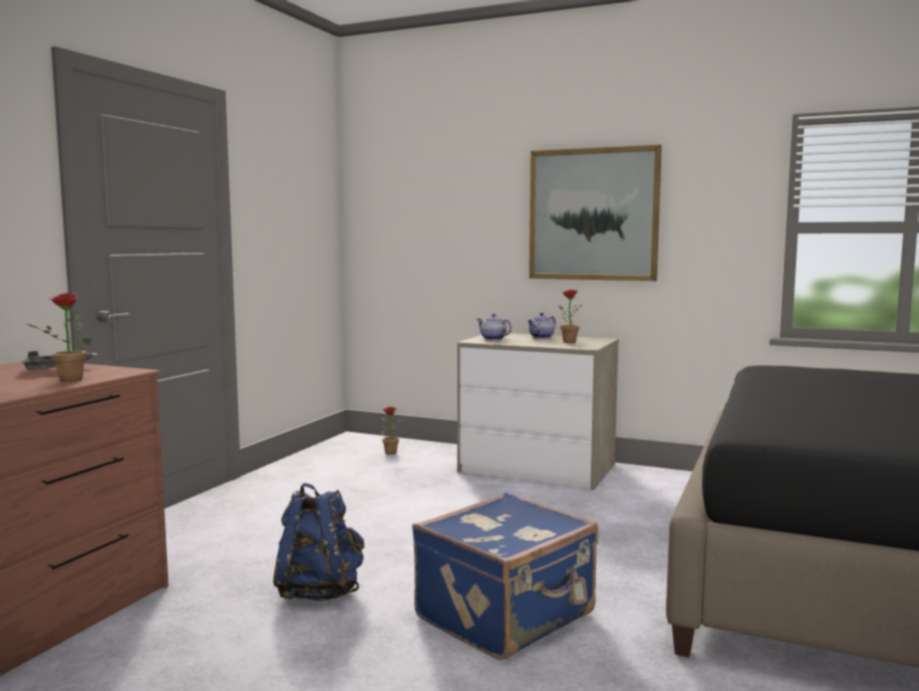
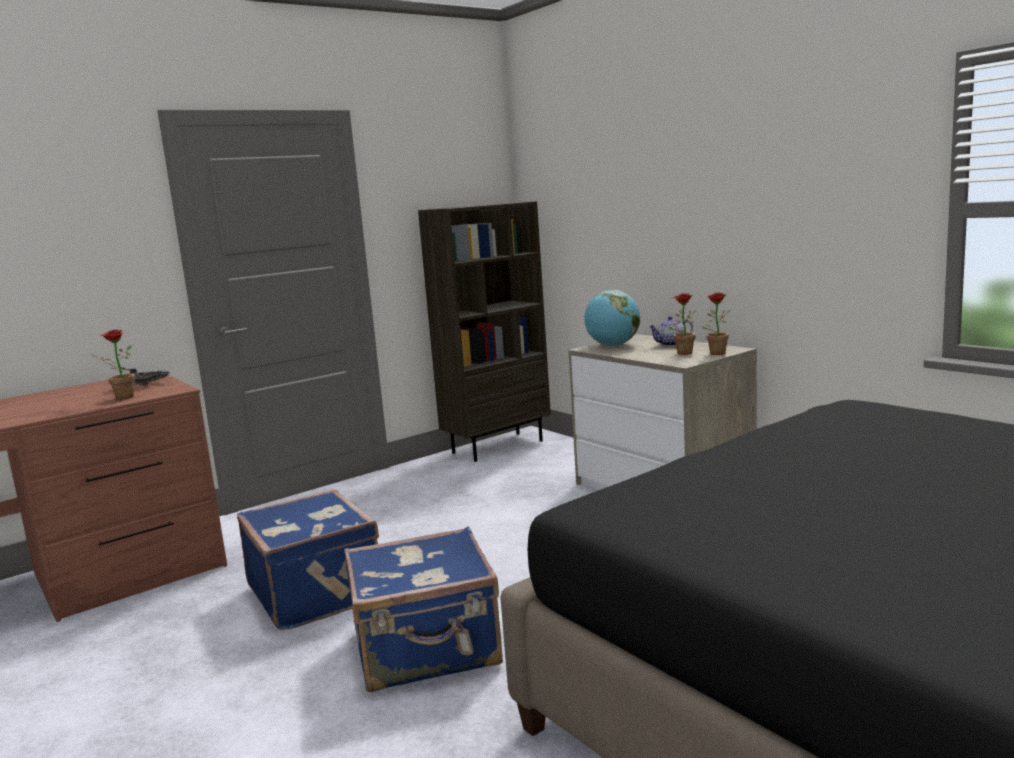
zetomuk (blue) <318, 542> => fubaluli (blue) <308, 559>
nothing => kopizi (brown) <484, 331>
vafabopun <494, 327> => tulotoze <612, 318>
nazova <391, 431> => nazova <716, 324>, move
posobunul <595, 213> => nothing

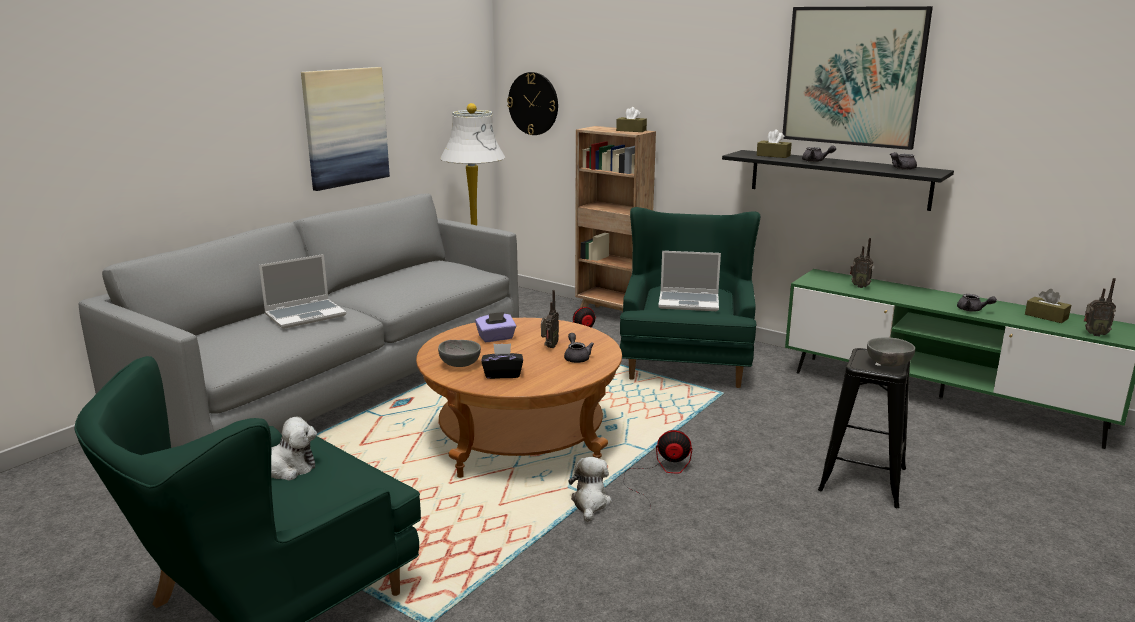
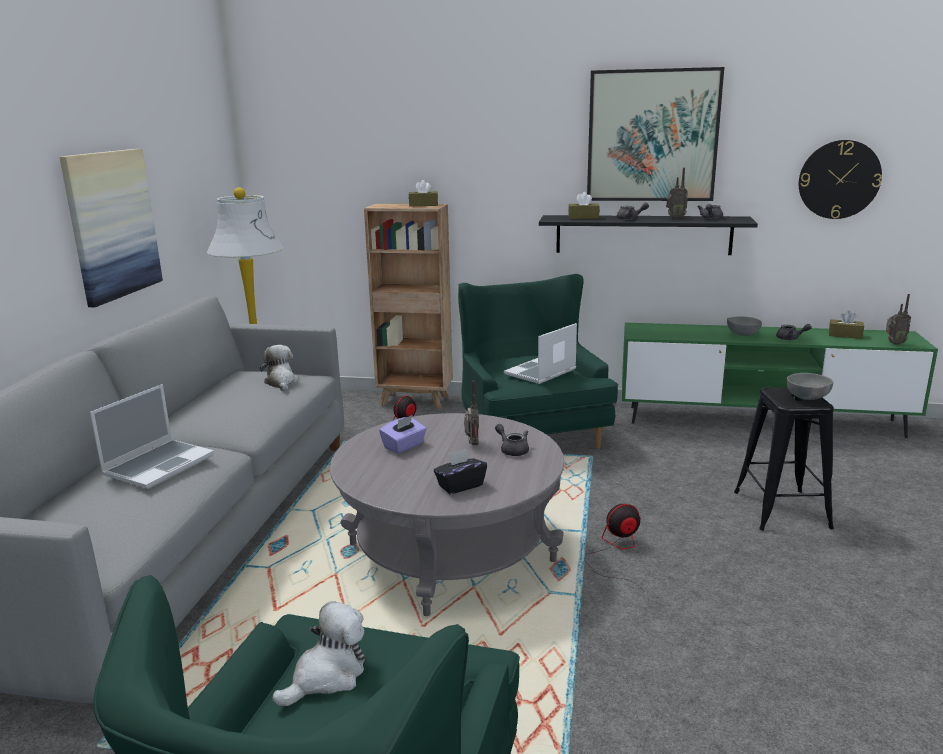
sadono <590, 489> => sadono <279, 368>, move
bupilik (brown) <519, 398> => bupilik (grey) <447, 514>
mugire <689, 281> => mugire <540, 353>, 150 degrees clockwise
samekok <861, 263> => samekok <677, 193>, move
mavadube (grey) <459, 353> => mavadube (grey) <744, 326>, move
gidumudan <532, 103> => gidumudan <840, 179>, move

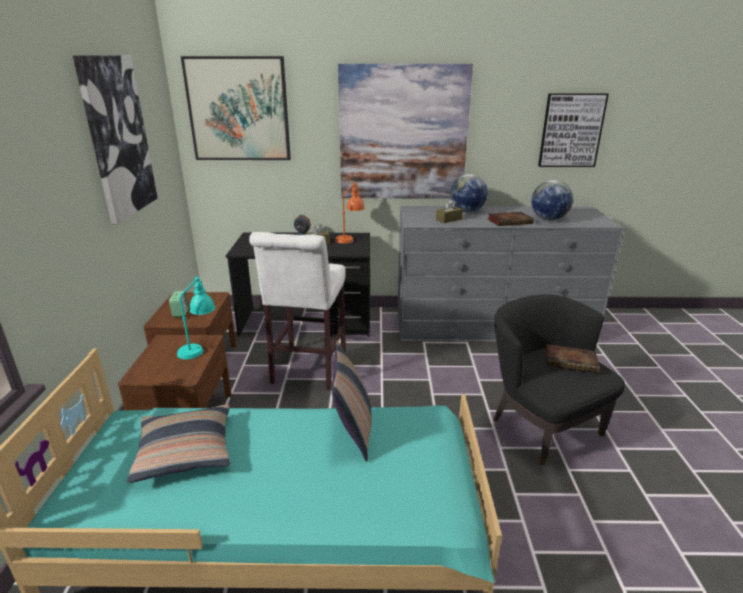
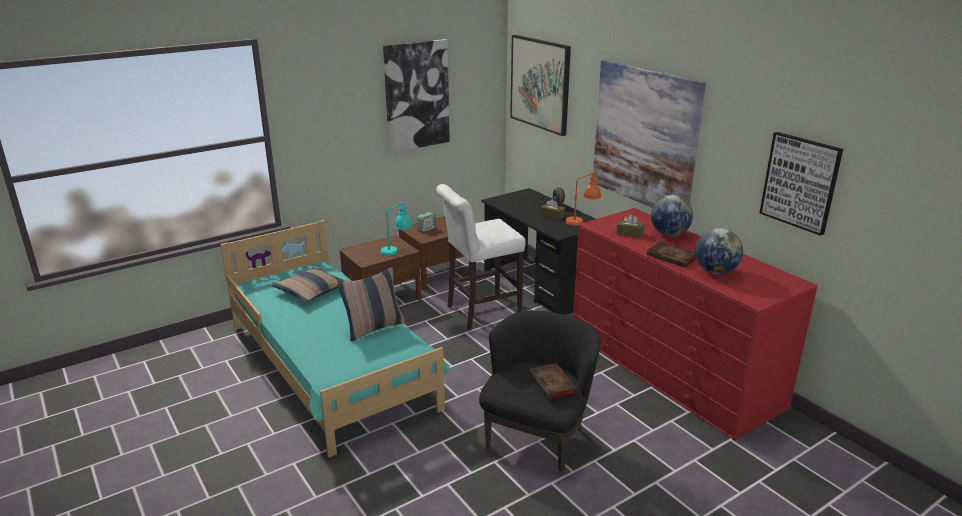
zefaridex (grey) <511, 274> => zefaridex (red) <695, 324>

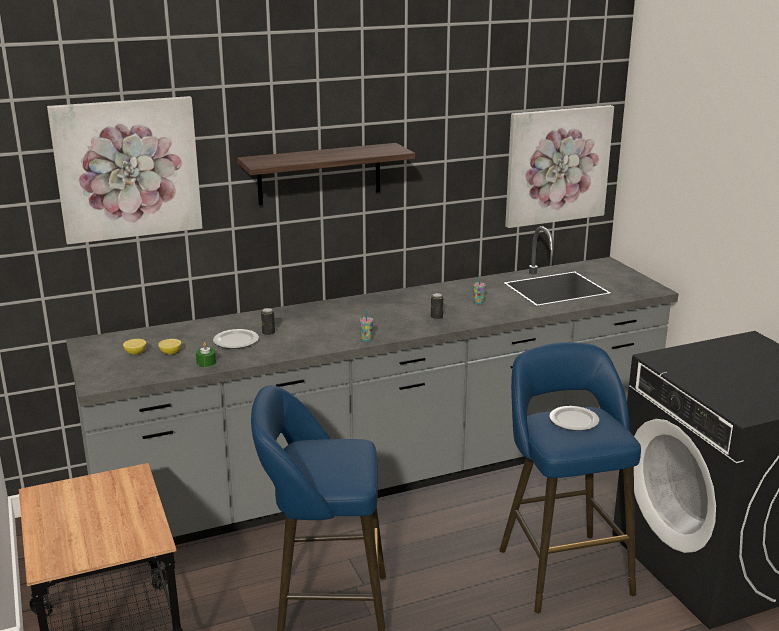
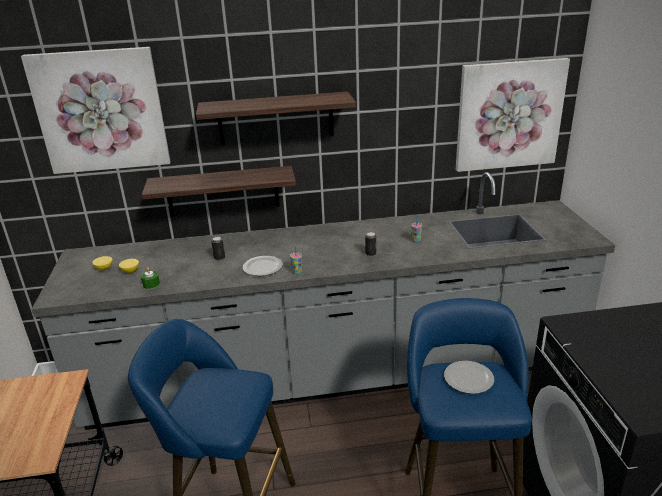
nothing => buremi <219, 191>
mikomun <236, 339> => mikomun <263, 266>, move

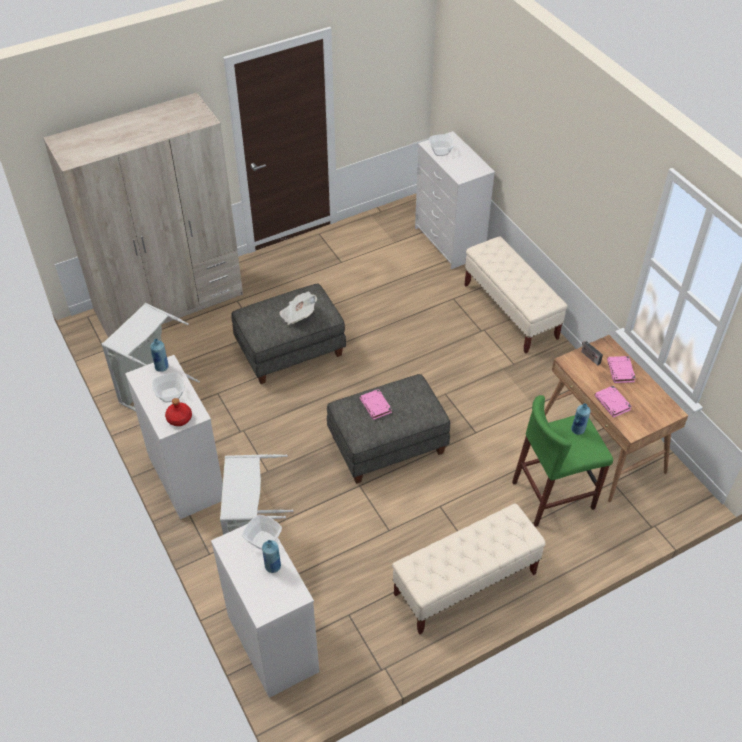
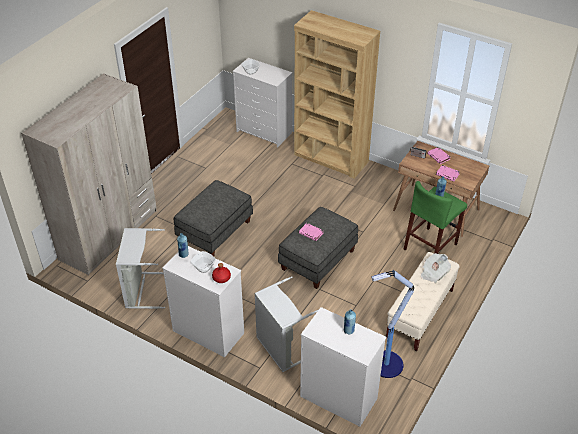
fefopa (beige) <516, 295> => kopizi (brown) <337, 94>
nothing => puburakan <393, 324>
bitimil <298, 308> => bitimil <435, 268>, move
mavadube <262, 532> => nothing

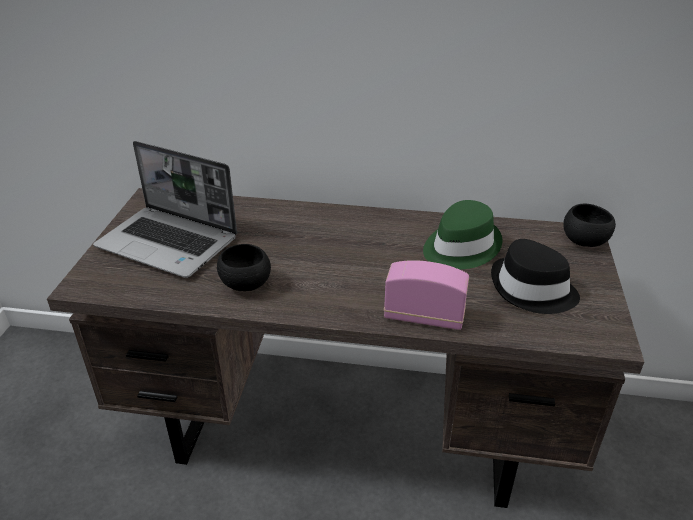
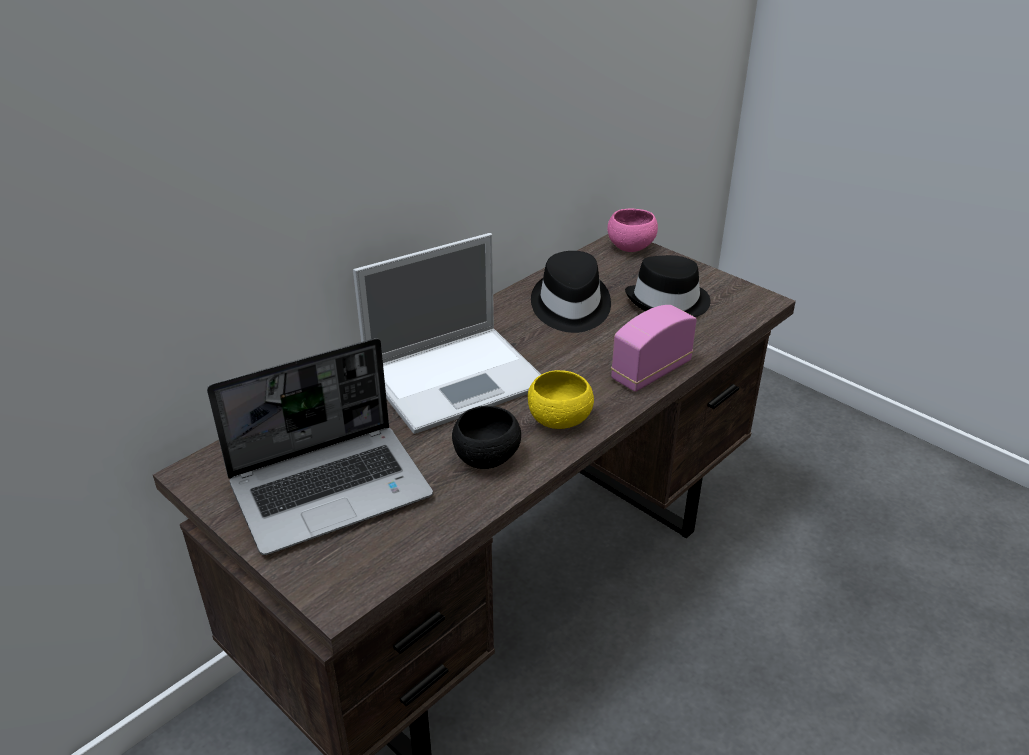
nothing => mugire <447, 333>
nothing => mavadube (yellow) <561, 399>
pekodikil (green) <463, 234> => pekodikil (black) <571, 292>
mavadube (black) <589, 225> => mavadube (pink) <632, 230>

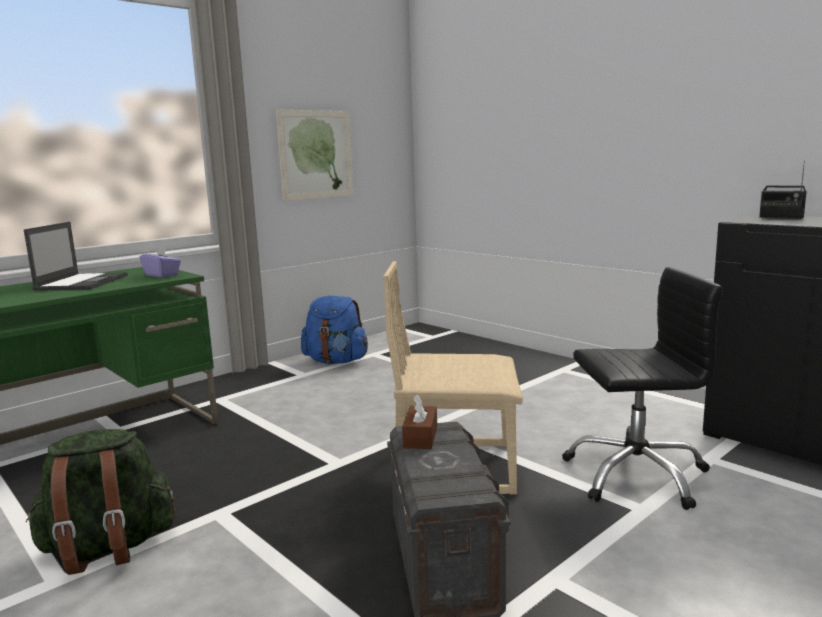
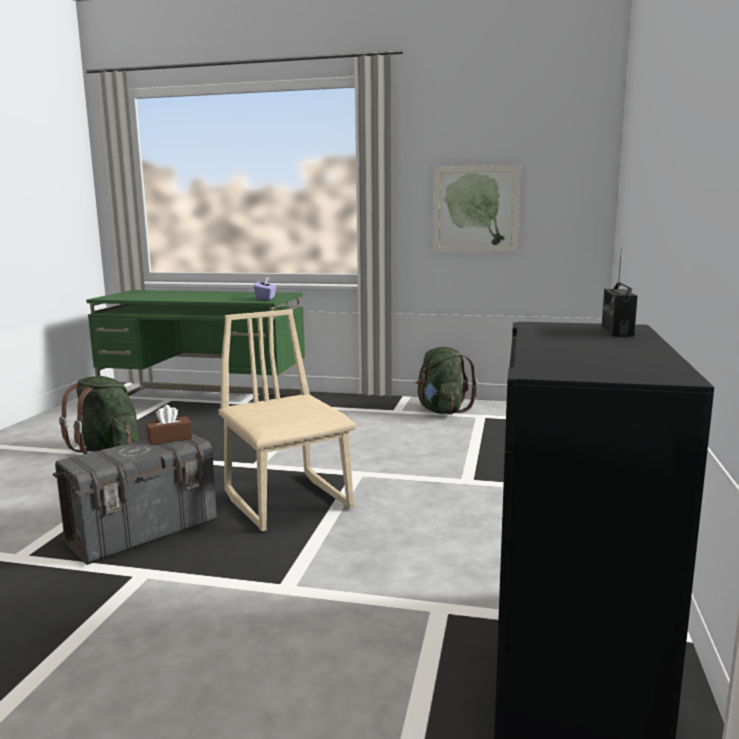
zetomuk (blue) <334, 330> => zetomuk (green) <446, 380>
mugire <76, 256> => nothing
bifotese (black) <642, 388> => nothing

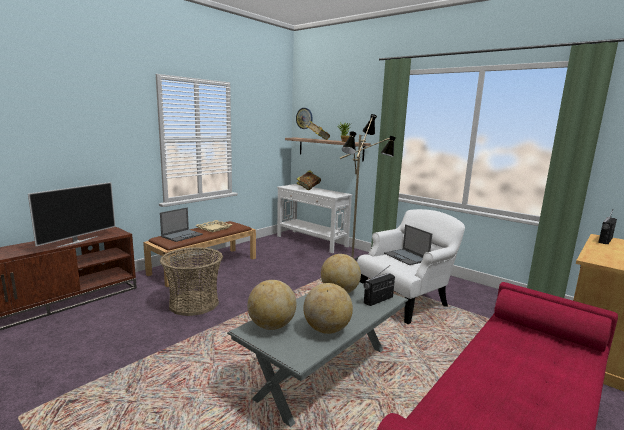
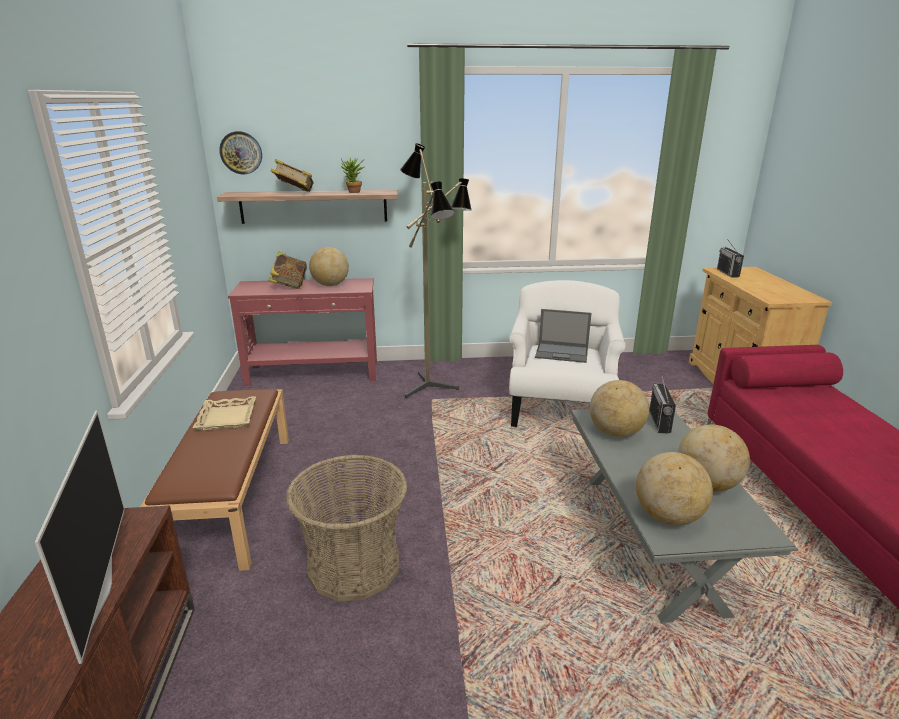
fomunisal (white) <315, 218> => fomunisal (red) <302, 332>
nothing => tulotoze <329, 266>
mugire <181, 224> => nothing

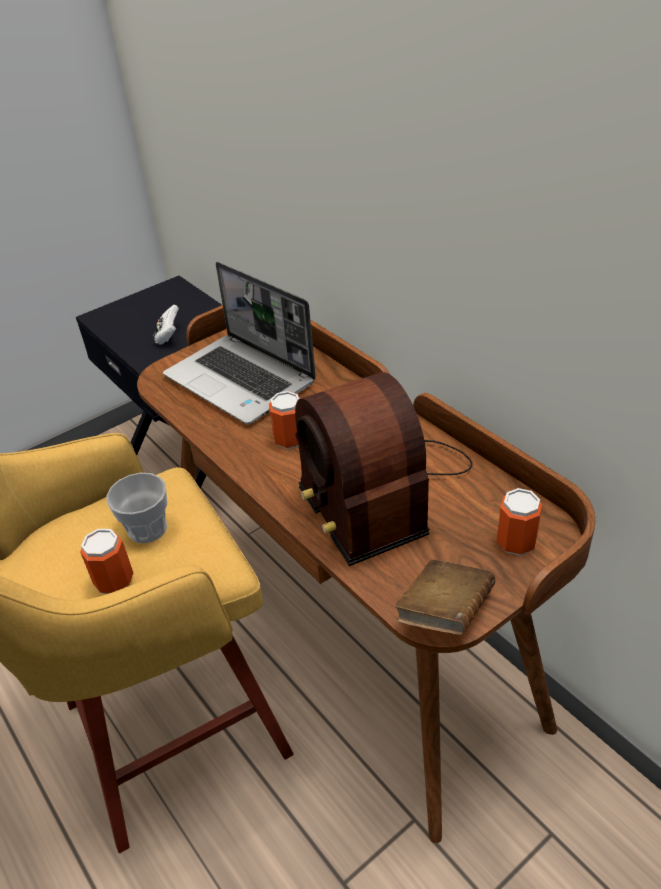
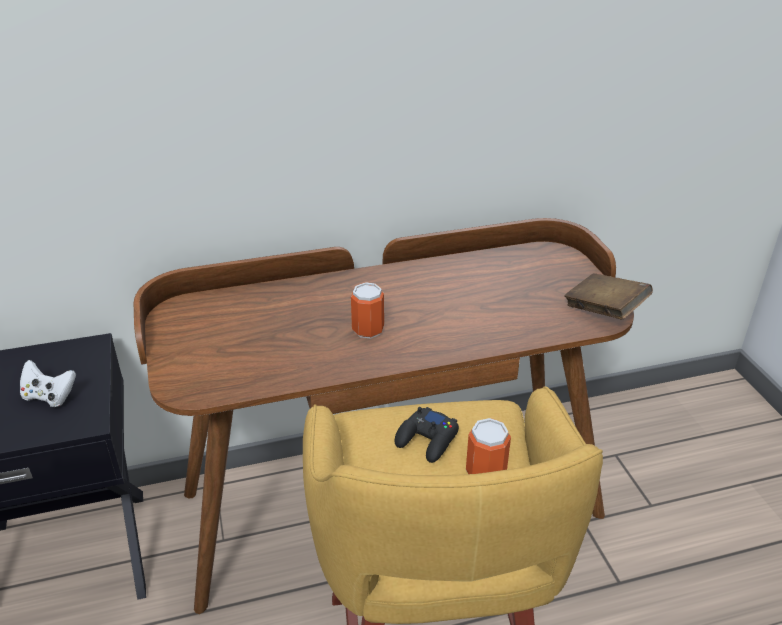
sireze <137, 508> => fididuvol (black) <427, 435>
mugire <239, 343> => nothing
samekok <384, 469> => nothing
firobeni <519, 522> => nothing

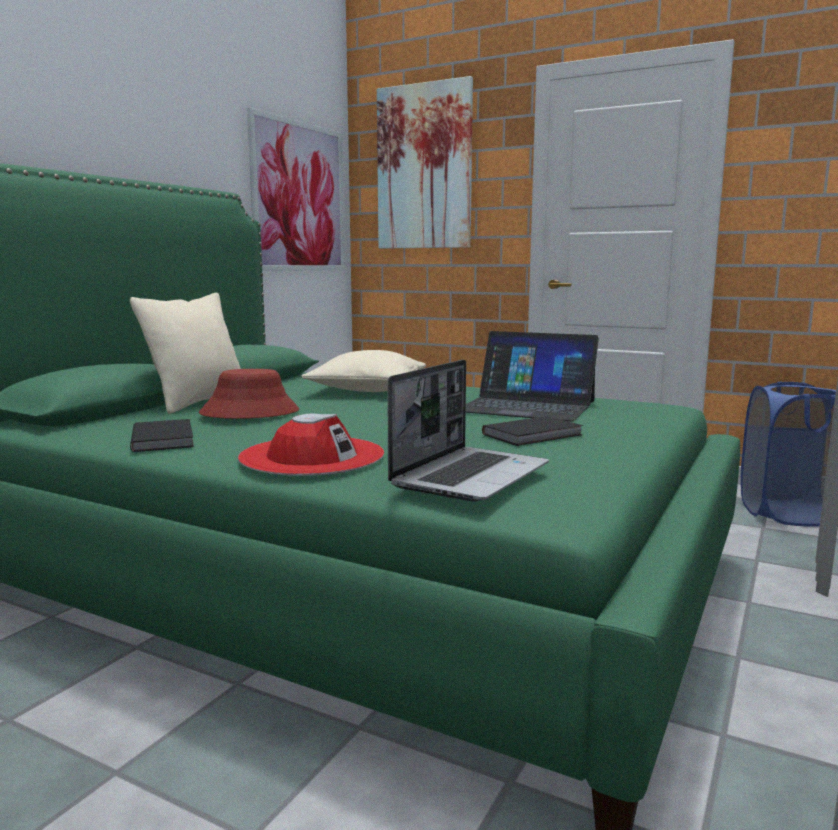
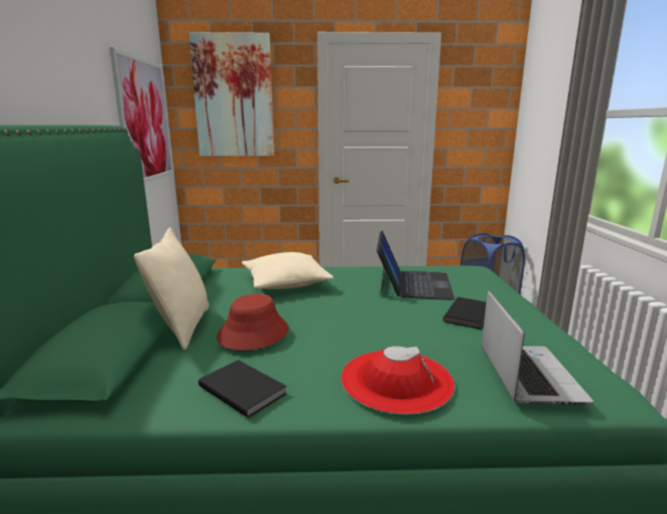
mugire <532, 376> => mugire <415, 265>, 75 degrees counterclockwise

